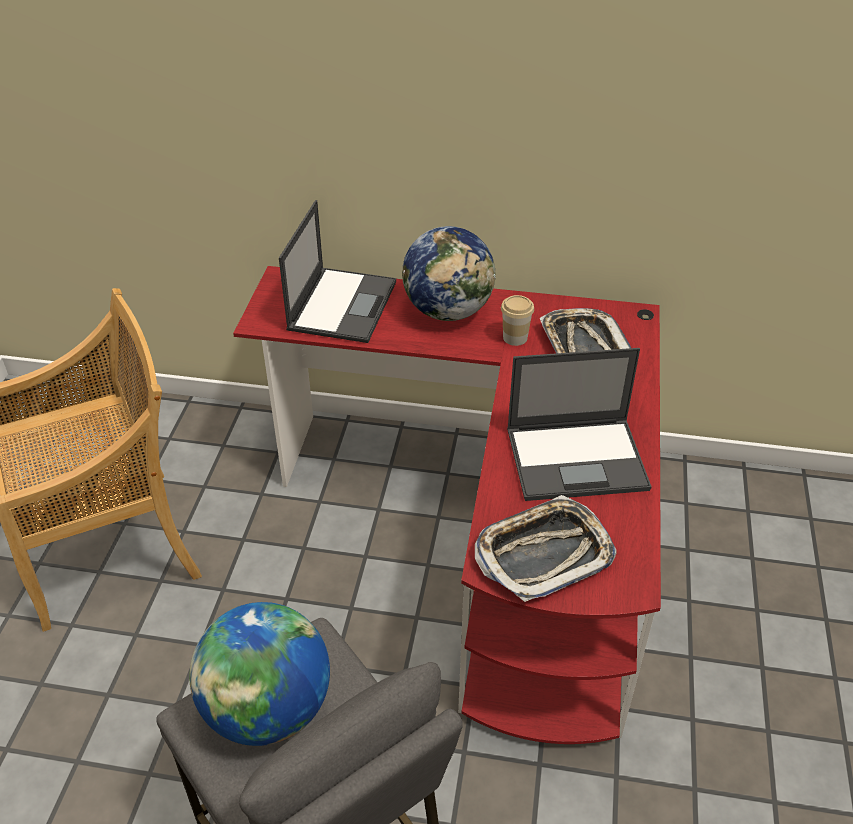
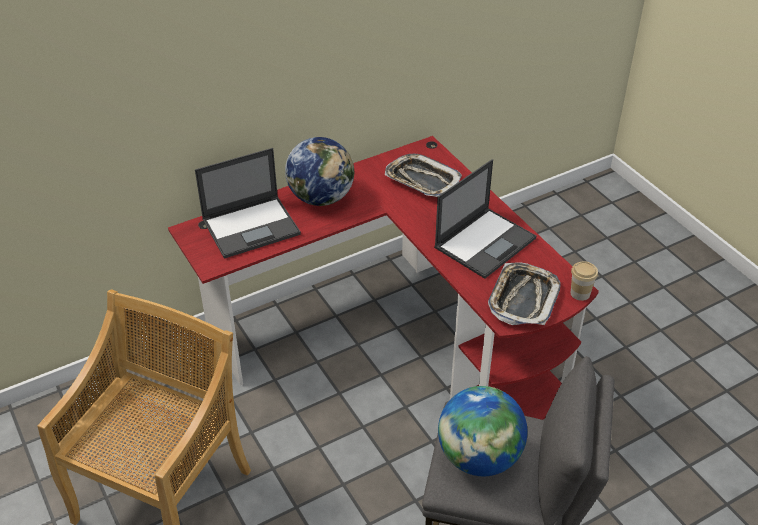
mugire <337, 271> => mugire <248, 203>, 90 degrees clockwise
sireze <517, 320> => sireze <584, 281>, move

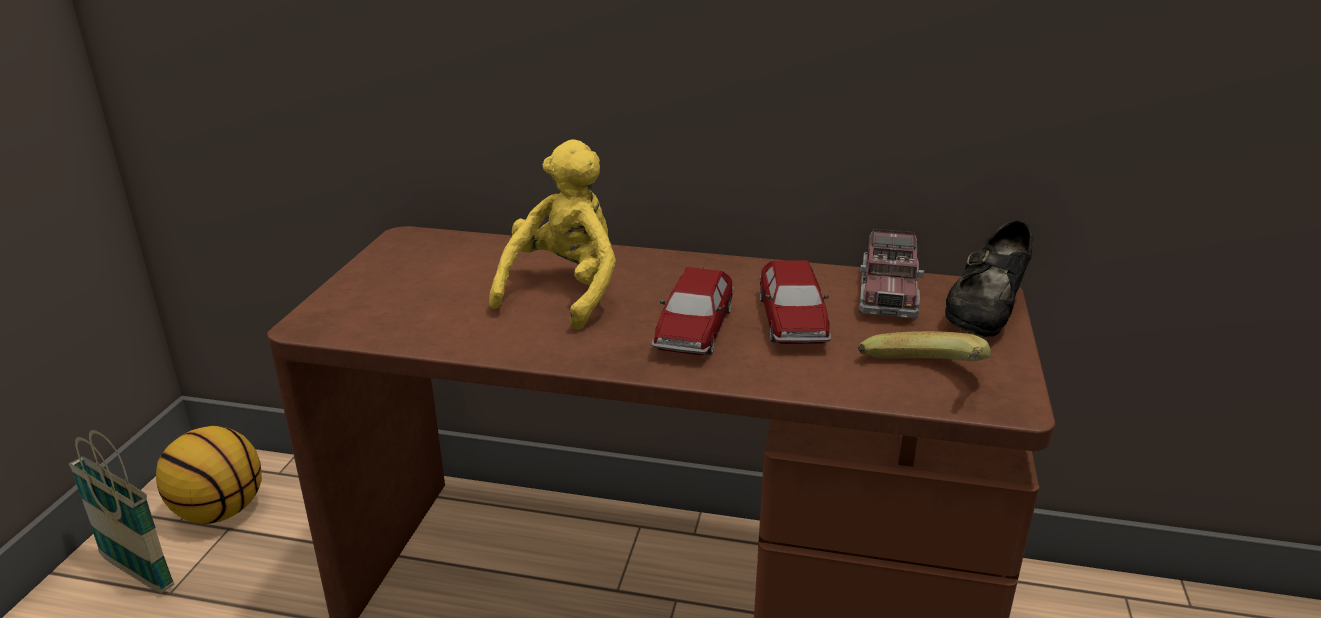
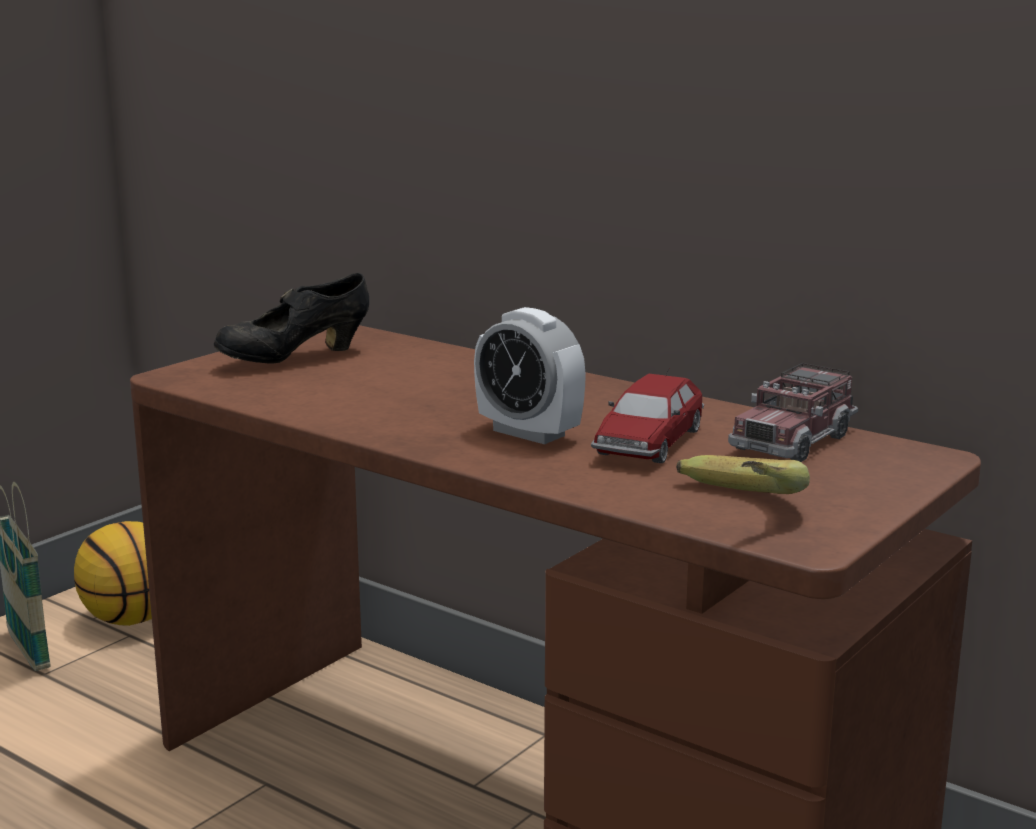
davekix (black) <989, 279> => davekix (black) <291, 318>, move
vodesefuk <692, 309> => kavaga <530, 375>
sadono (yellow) <552, 234> => nothing

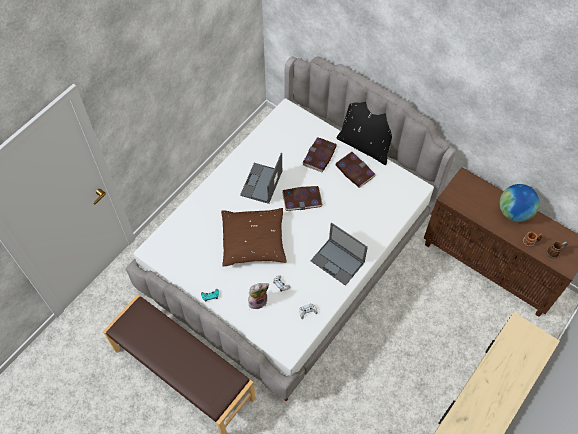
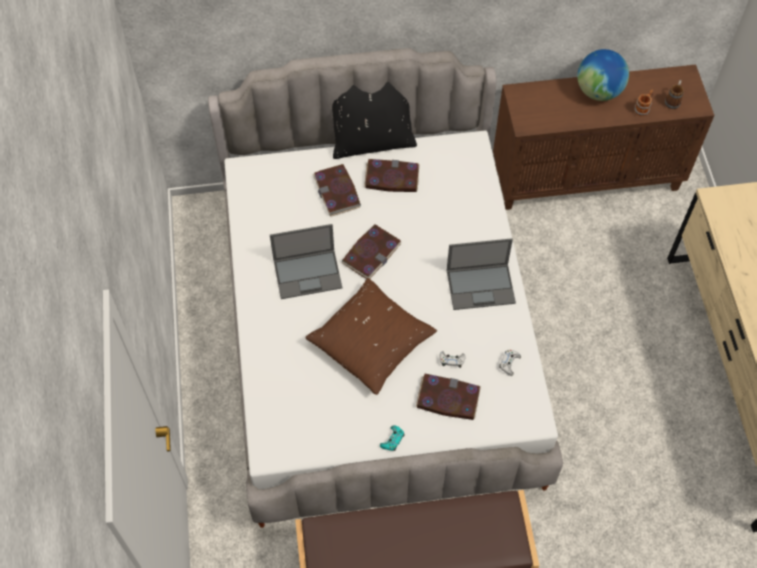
mugire <261, 178> => mugire <306, 261>, 75 degrees counterclockwise
sadono <258, 297> => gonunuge <448, 397>

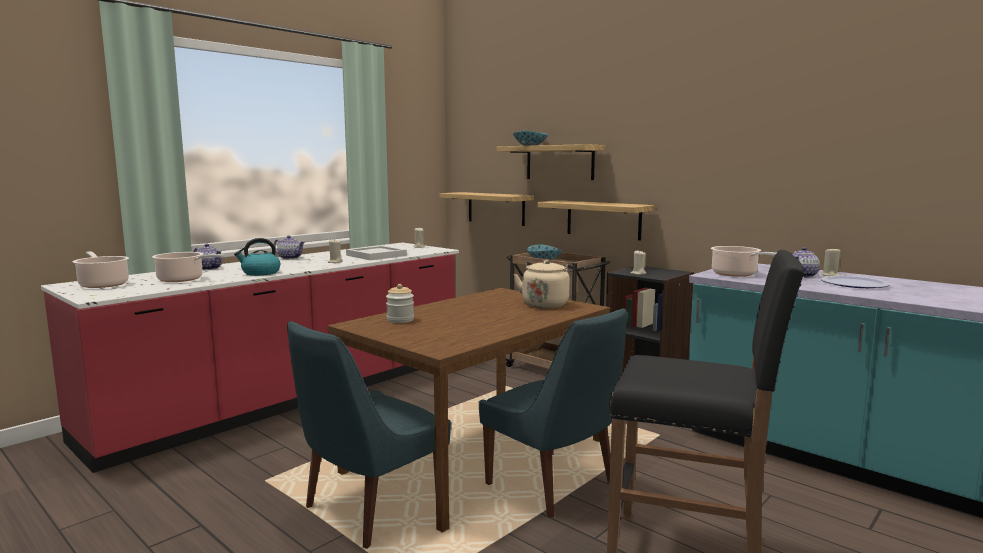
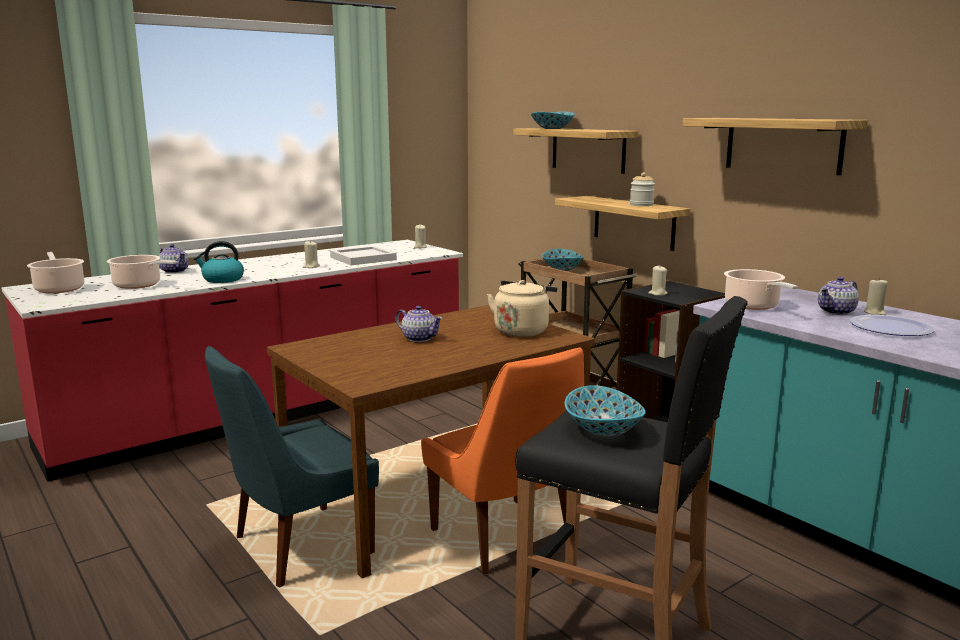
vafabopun <289, 247> => vafabopun <419, 324>, move
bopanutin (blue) <553, 413> => bopanutin (orange) <502, 461>
nothing => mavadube <605, 411>
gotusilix <400, 303> => gotusilix <642, 189>, move
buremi <487, 209> => buremi <775, 146>, move

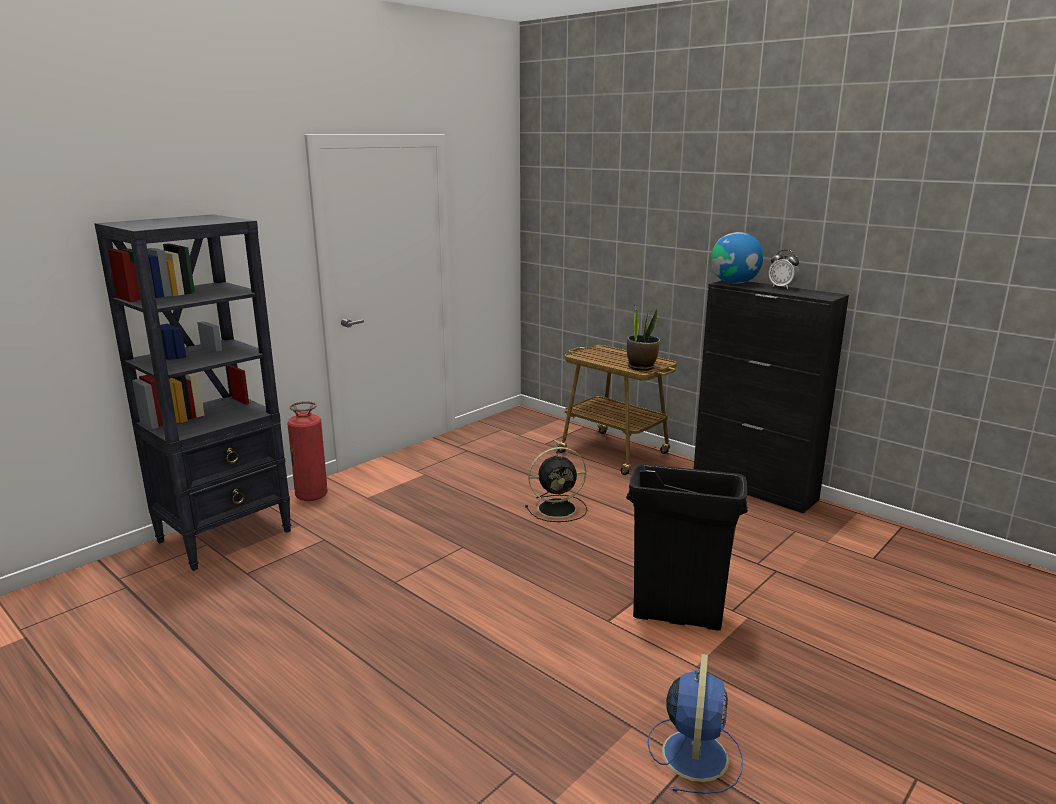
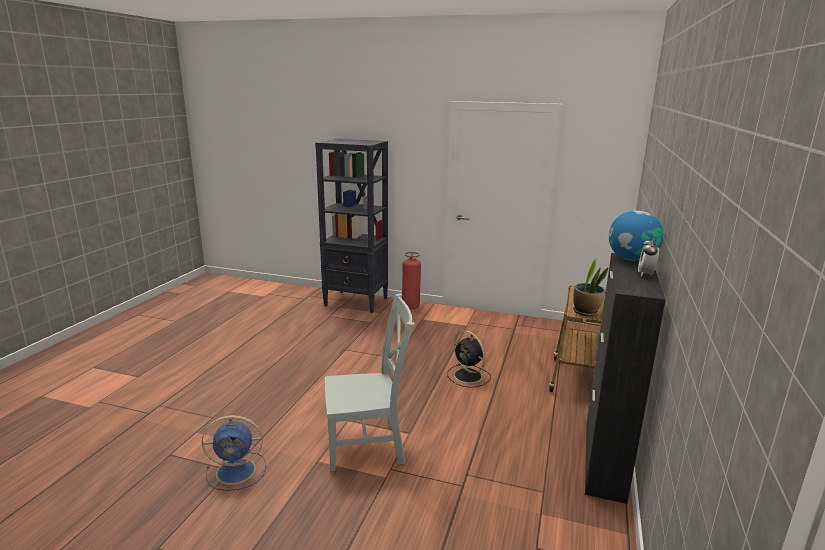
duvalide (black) <687, 547> => bopanutin (grey) <369, 382>

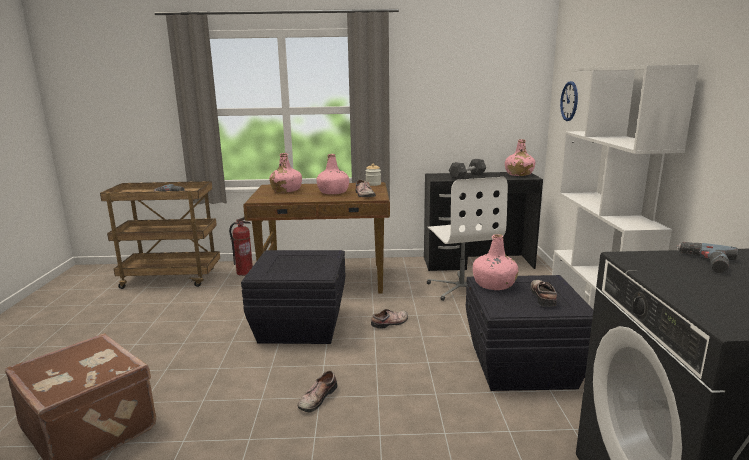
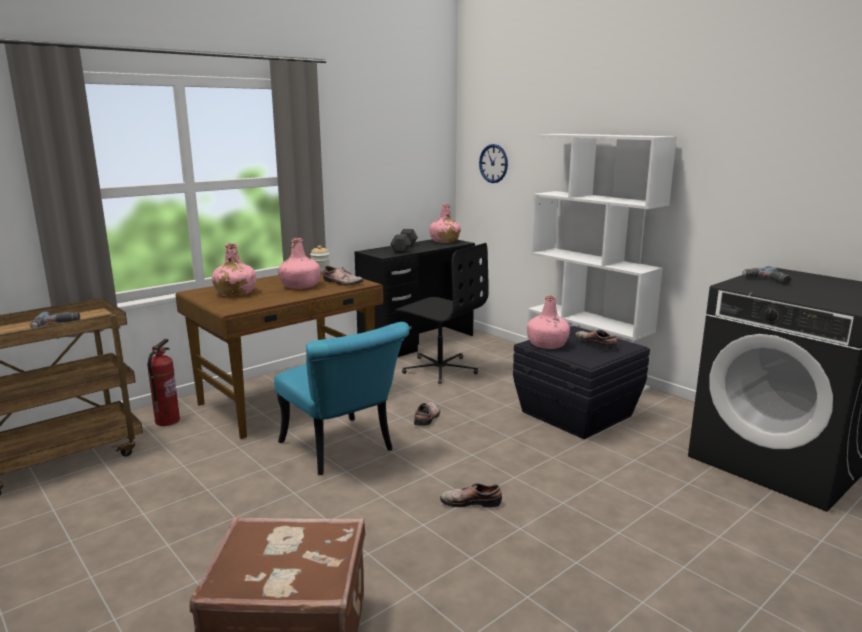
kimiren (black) <293, 297> => bopanutin (turquoise) <341, 398>
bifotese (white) <467, 239> => bifotese (black) <442, 313>
davekix <317, 391> => davekix <471, 495>, 105 degrees clockwise

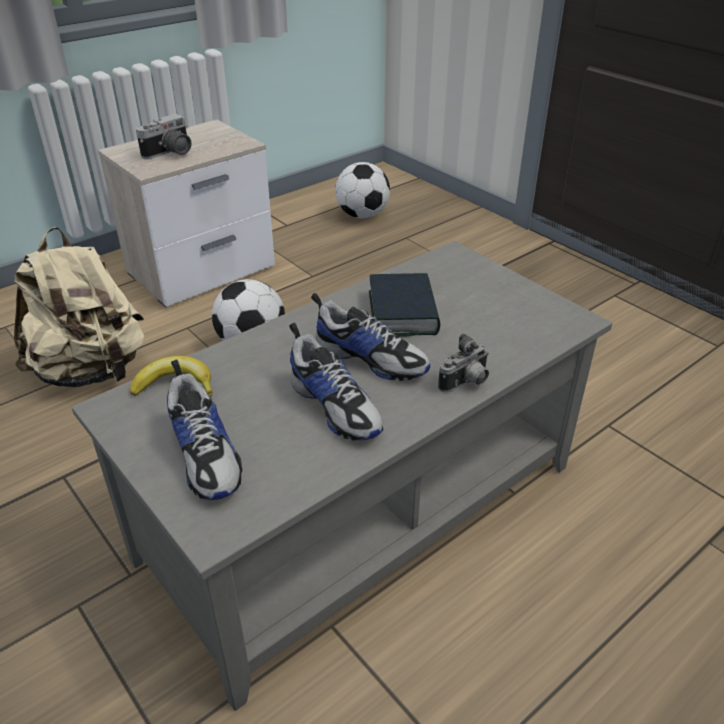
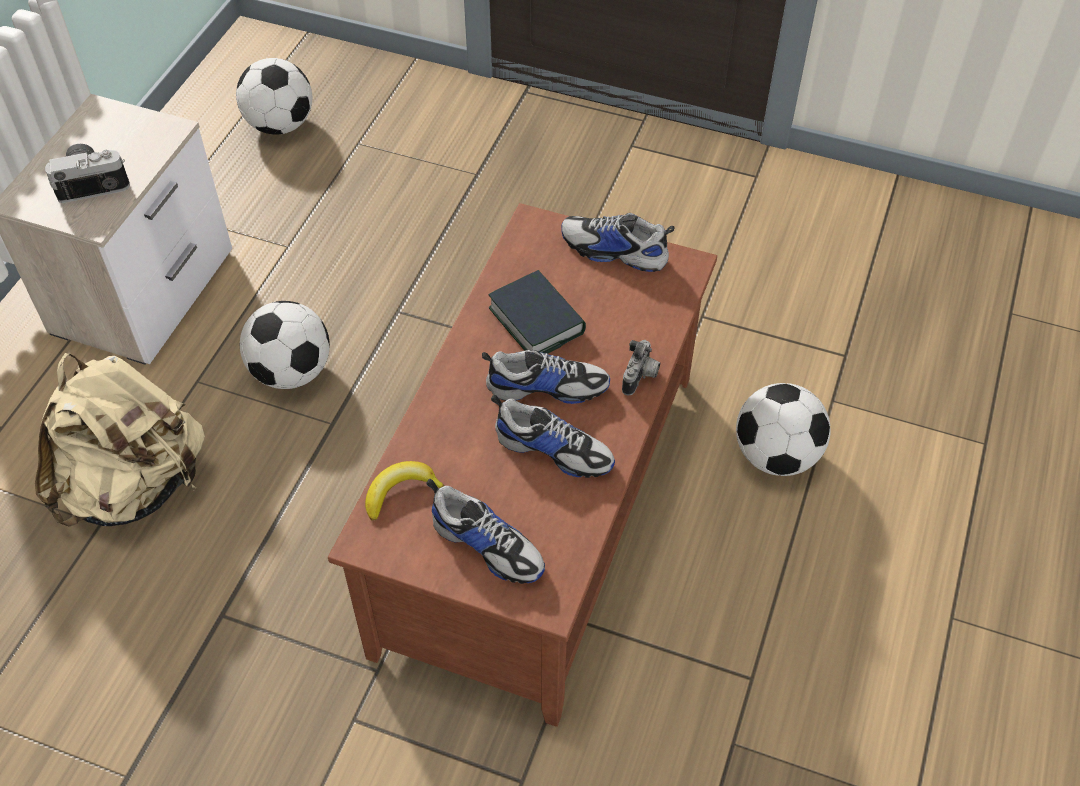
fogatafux <163, 136> => fogatafux <87, 173>, 120 degrees counterclockwise
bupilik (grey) <342, 476> => bupilik (brown) <522, 465>
nothing => davekix <618, 242>
nothing => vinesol <783, 429>

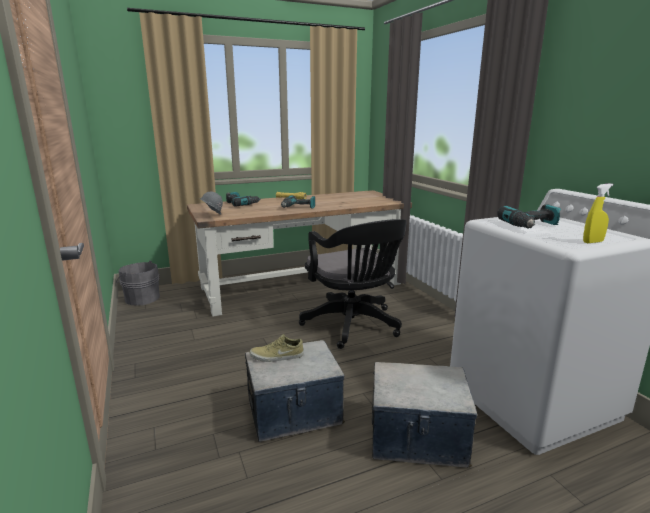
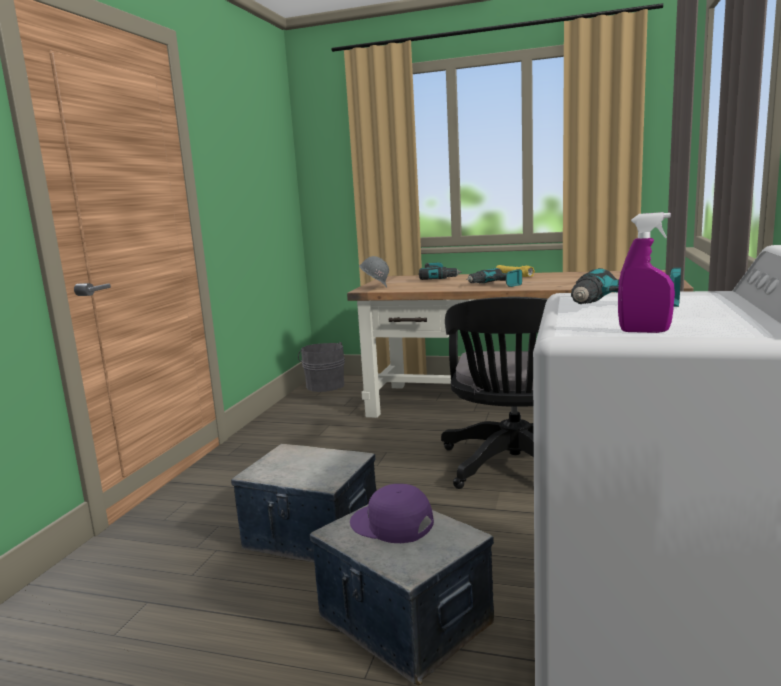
nothing => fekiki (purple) <392, 513>
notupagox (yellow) <598, 213> => notupagox (purple) <646, 272>
davekix (beige) <277, 348> => nothing

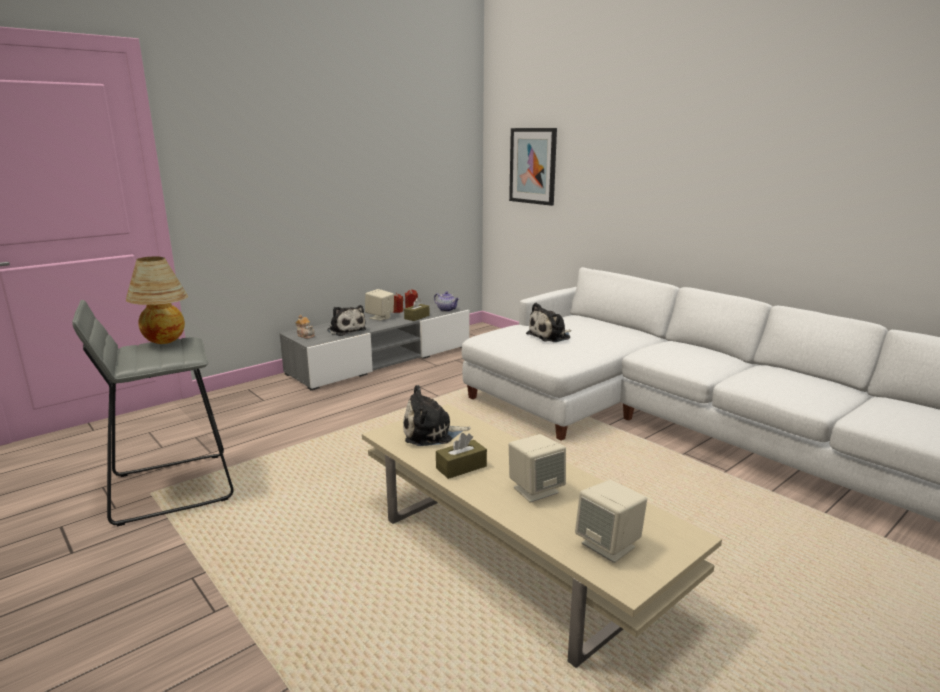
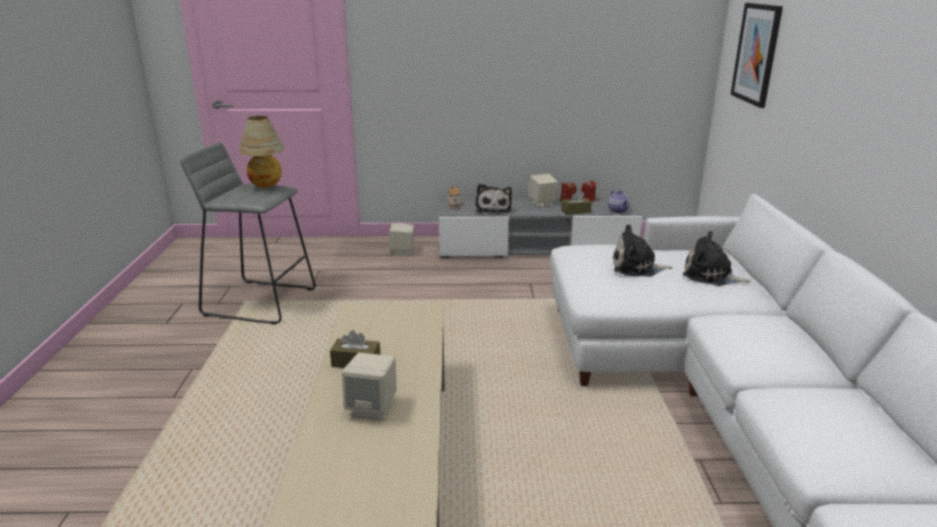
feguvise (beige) <611, 521> => feguvise (beige) <401, 239>, move
sadono <437, 415> => sadono <717, 258>, move

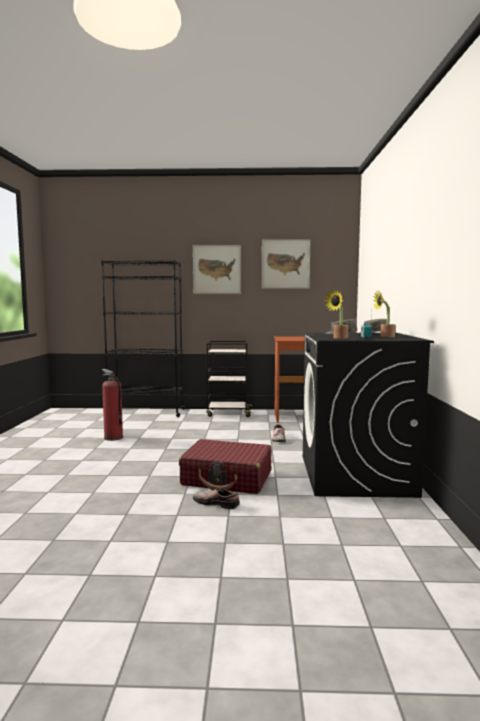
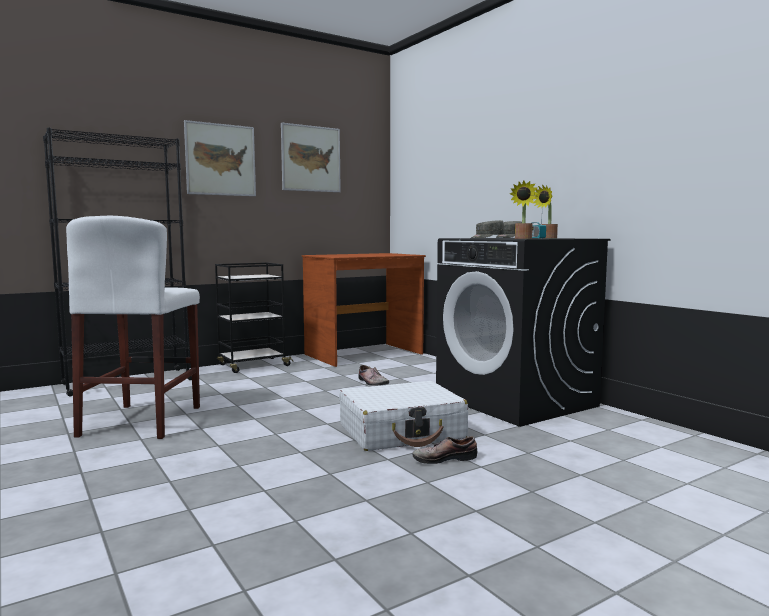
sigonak <112, 405> => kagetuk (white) <133, 327>
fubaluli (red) <225, 466> => fubaluli (white) <403, 416>

